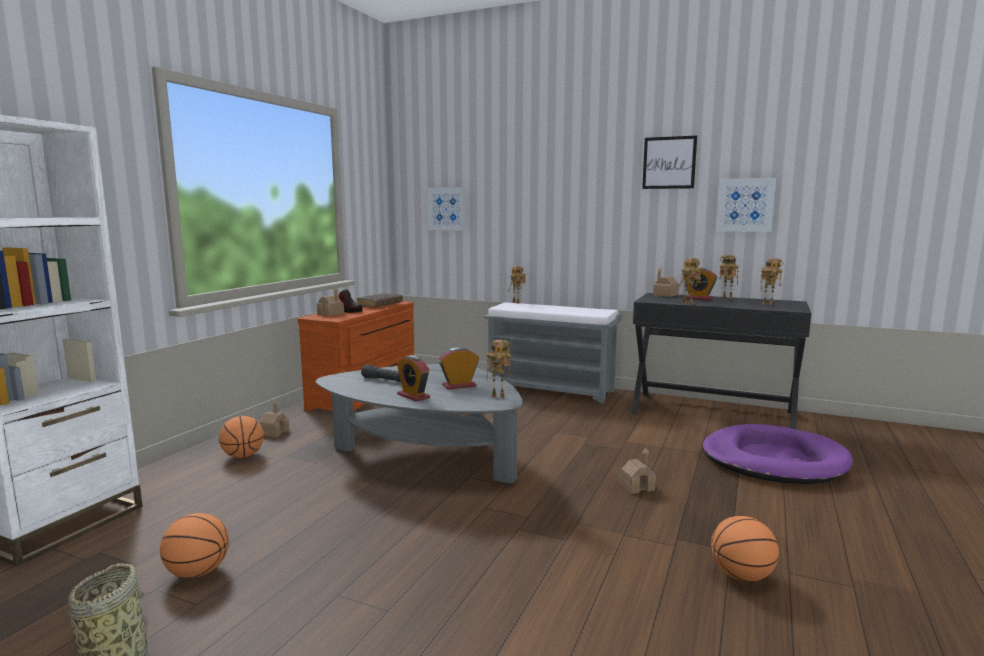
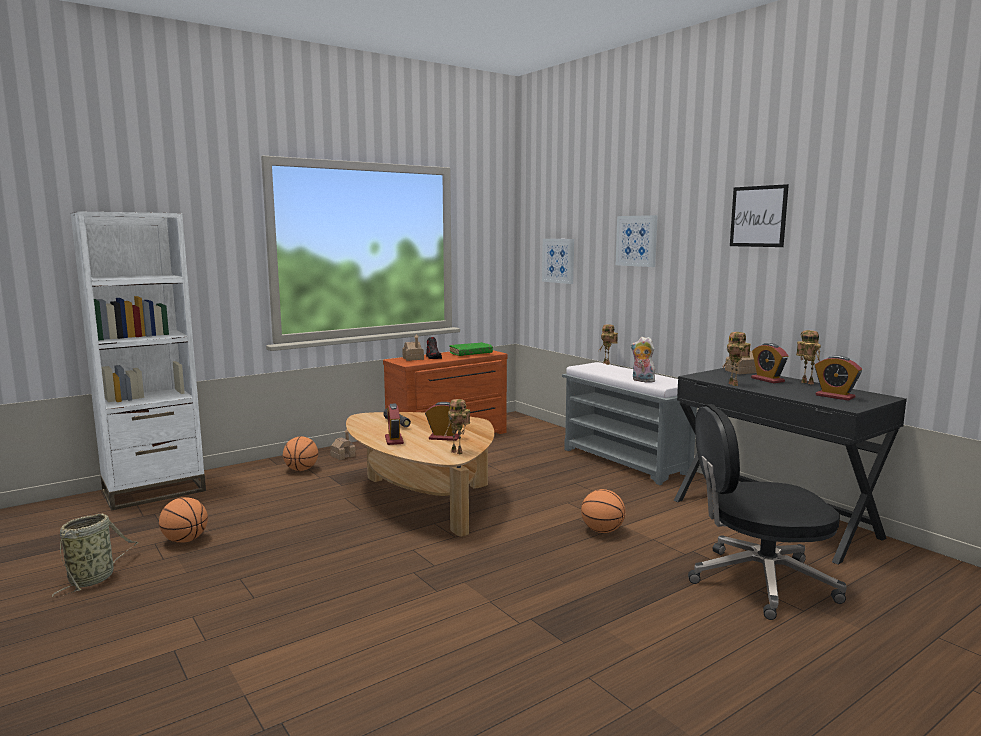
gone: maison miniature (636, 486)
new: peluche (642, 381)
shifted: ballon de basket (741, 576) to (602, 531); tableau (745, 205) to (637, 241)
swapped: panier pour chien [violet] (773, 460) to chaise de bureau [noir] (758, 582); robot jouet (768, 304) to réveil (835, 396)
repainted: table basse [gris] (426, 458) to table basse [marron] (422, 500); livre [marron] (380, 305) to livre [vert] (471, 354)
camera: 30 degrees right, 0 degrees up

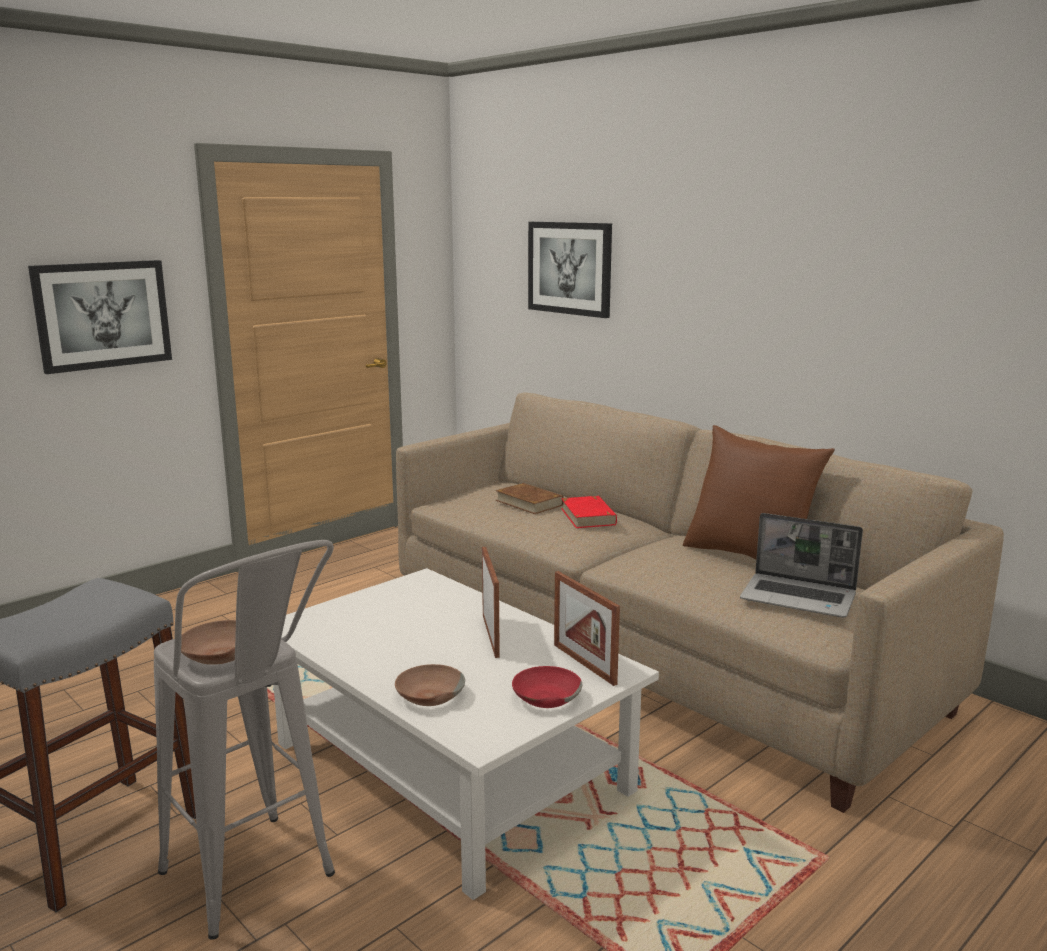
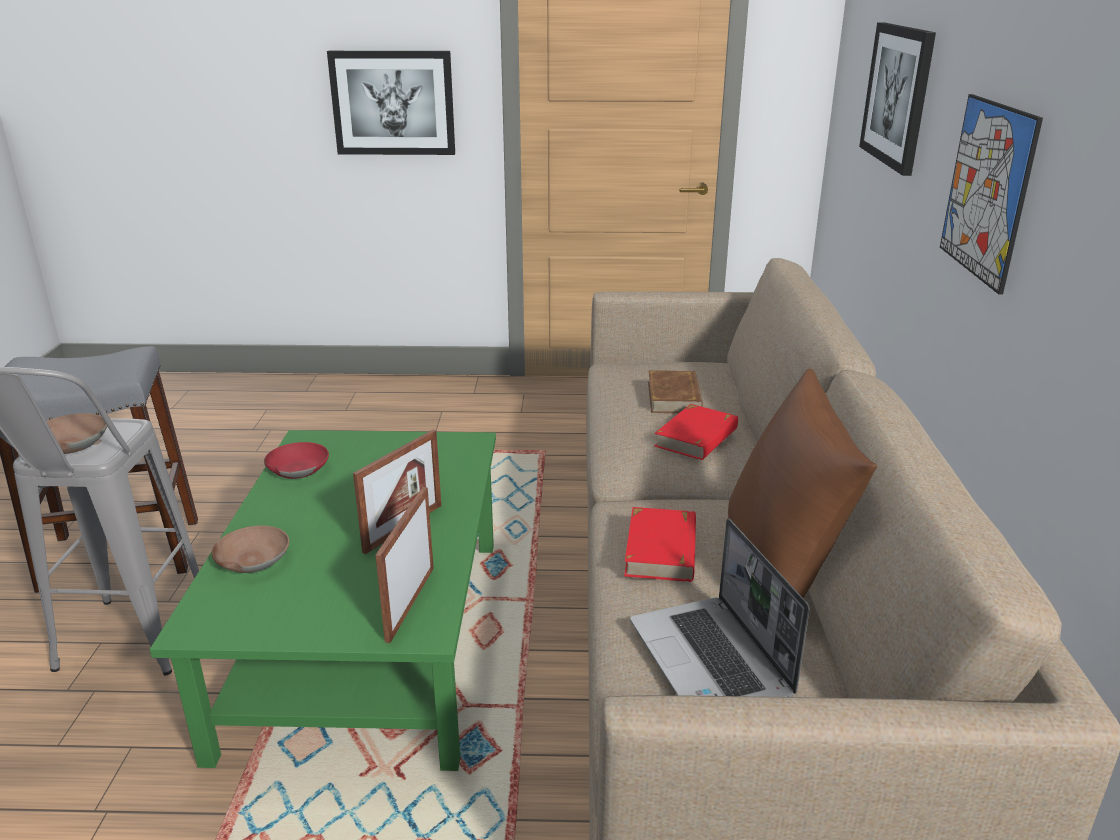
new: livre [rouge] (662, 550); tableau (987, 190)
shifted: bol [rouge] (545, 697) to (298, 469)
repainted: table basse [blanc] (451, 766) to table basse [vert] (370, 640)
camera: 45 degrees right, 10 degrees up

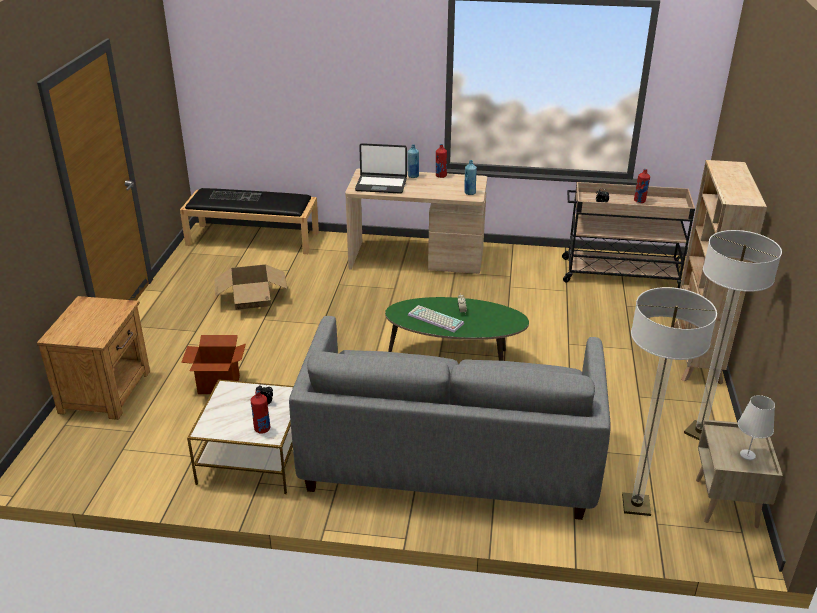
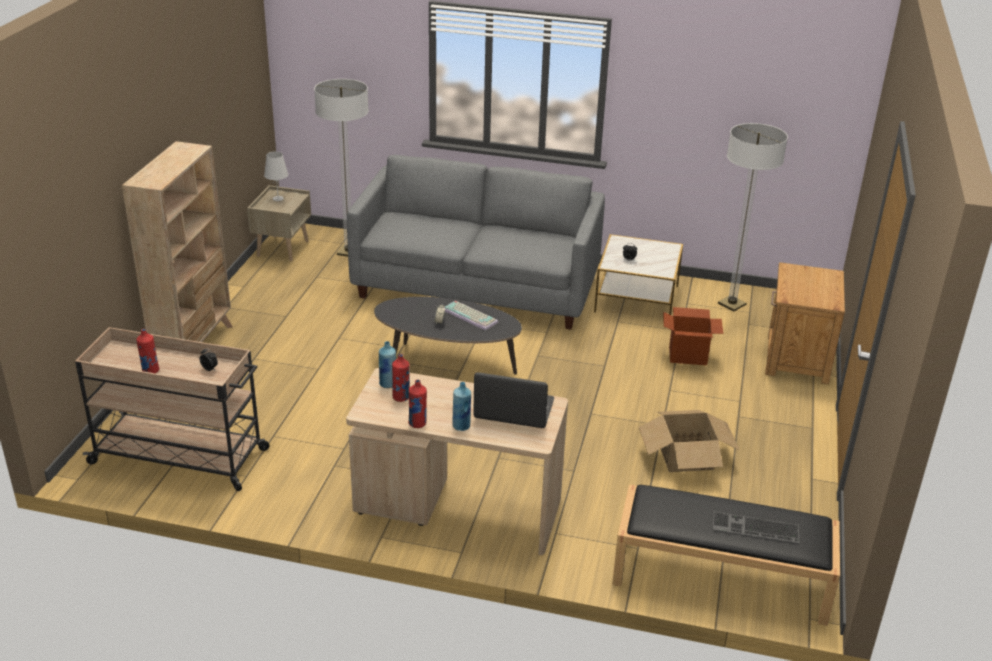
shifted: bouteille [rouge] (262, 429) to (401, 397); lampadaire (699, 433) to (731, 304)
repainted: table basse [vert] (454, 358) to table basse [noir] (447, 363)
camera: 175 degrees left, 0 degrees up

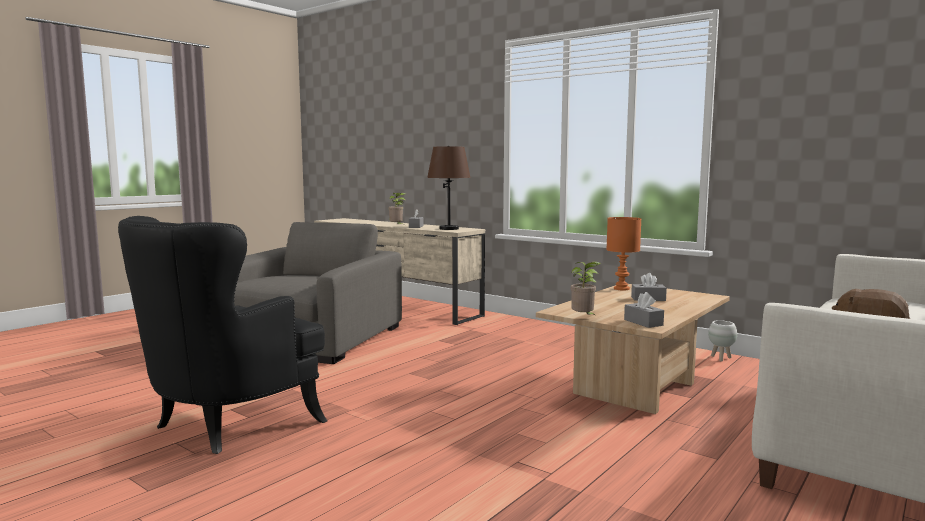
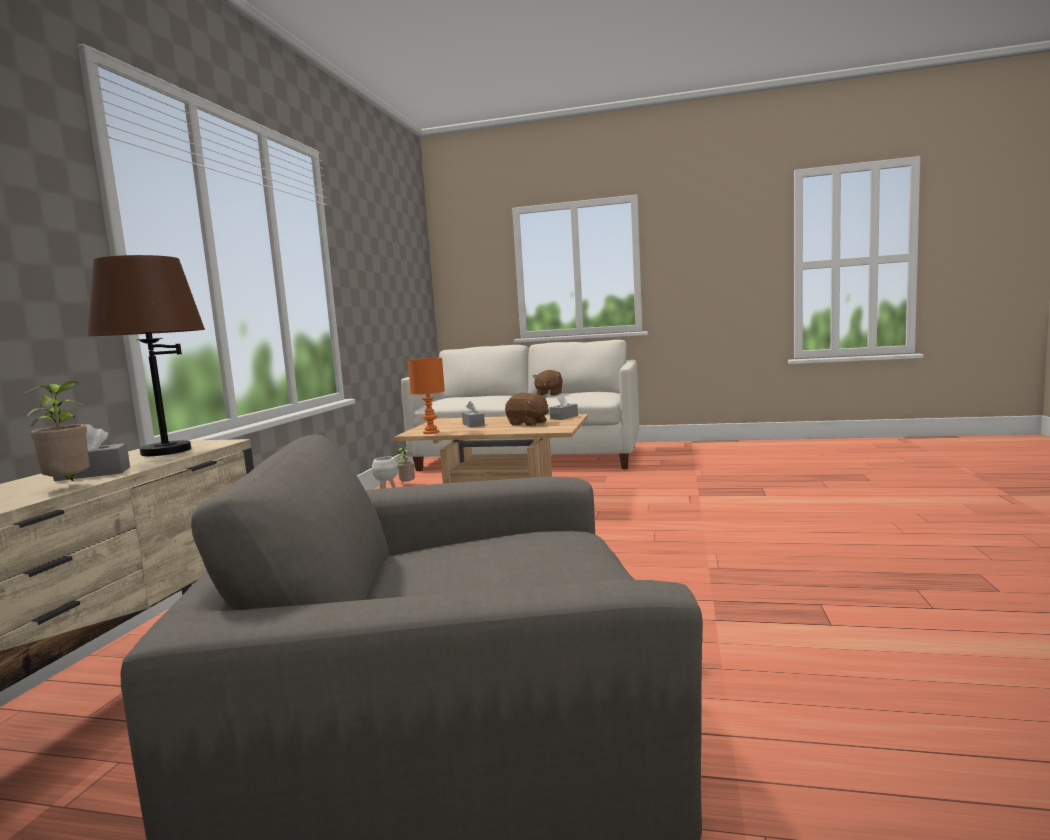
gone: fauteuil [noir] (226, 425)
new: peluche [marron] (528, 424)
shifted: plante en pot (584, 318) to (407, 485)
camera: 115 degrees left, 0 degrees up

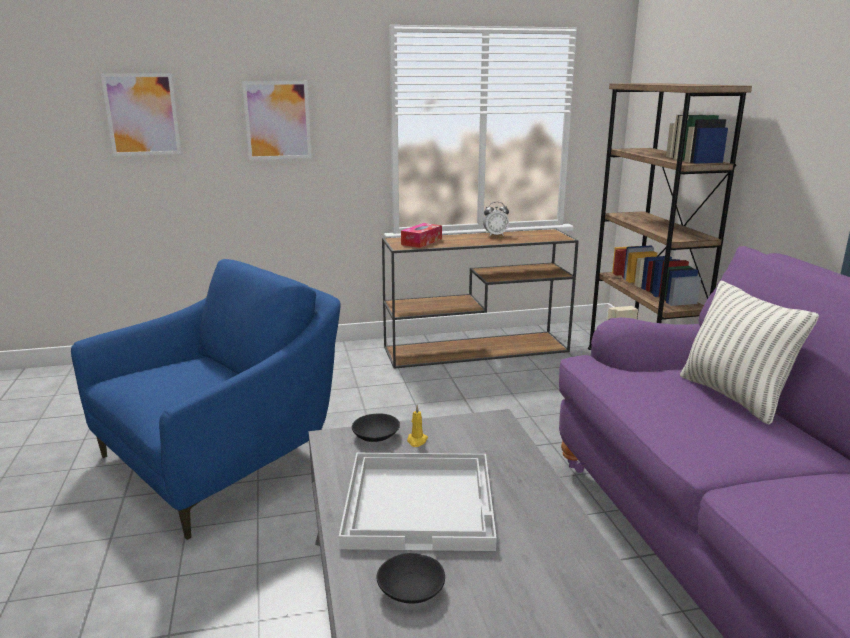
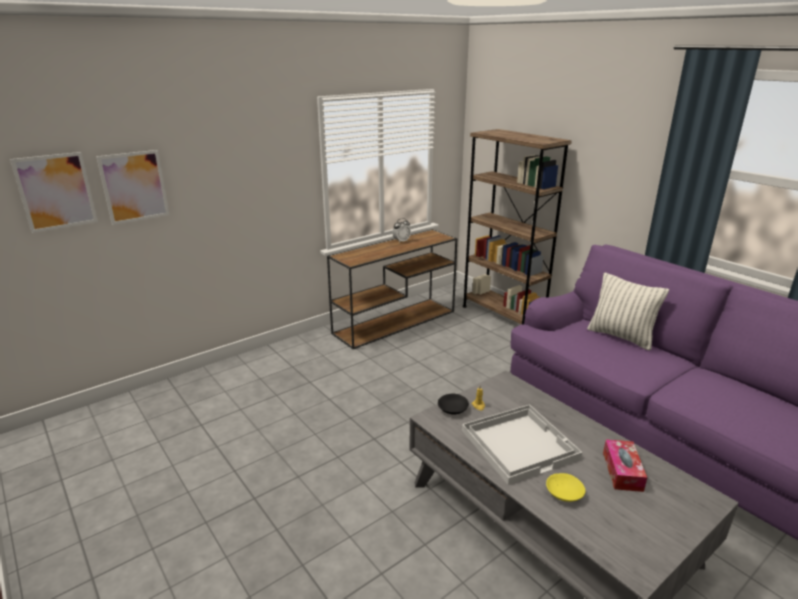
gone: fauteuil [bleu] (224, 459)
shifted: tableau (277, 120) to (56, 192); boîte à mouchoirs (421, 242) to (622, 471)
repainted: bol [noir] (412, 589) to bol [jaune] (564, 493)
camera: 25 degrees left, 5 degrees up

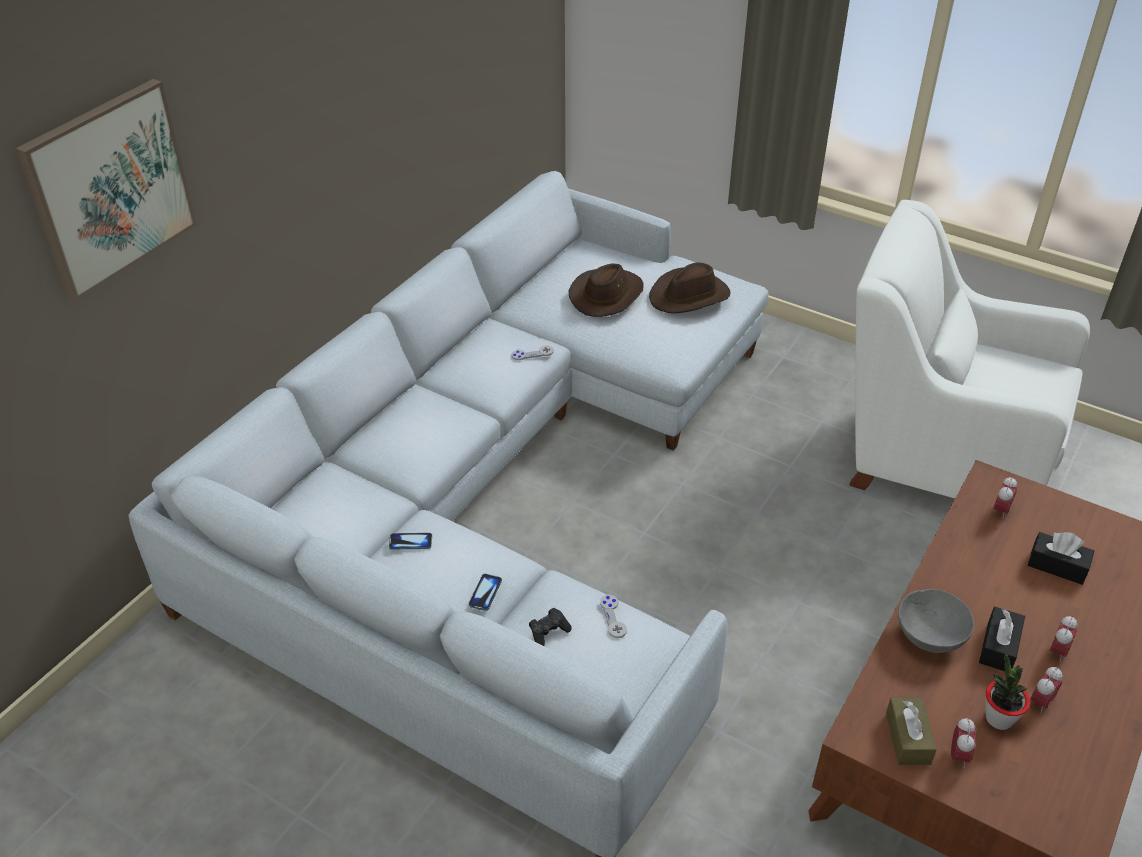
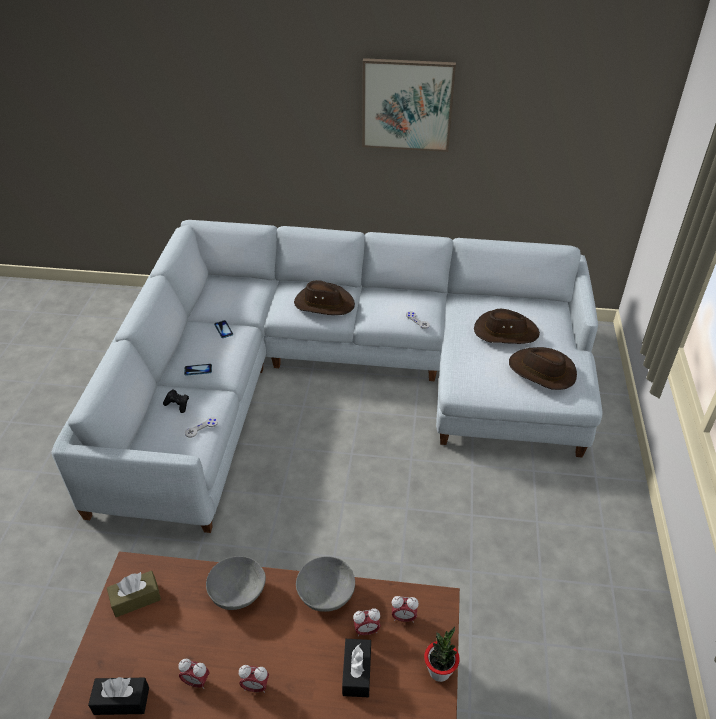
gone: fauteuil [blanc] (939, 456)
new: chapeau [marron] (324, 303); bol [gris] (326, 595)
shifted: tableau (109, 188) to (407, 105); réveil (958, 756) to (366, 630); boîte à mouchoirs [noir] (999, 647) to (121, 701); plante en pot (998, 718) to (439, 671)
camera: 65 degrees right, 0 degrees up

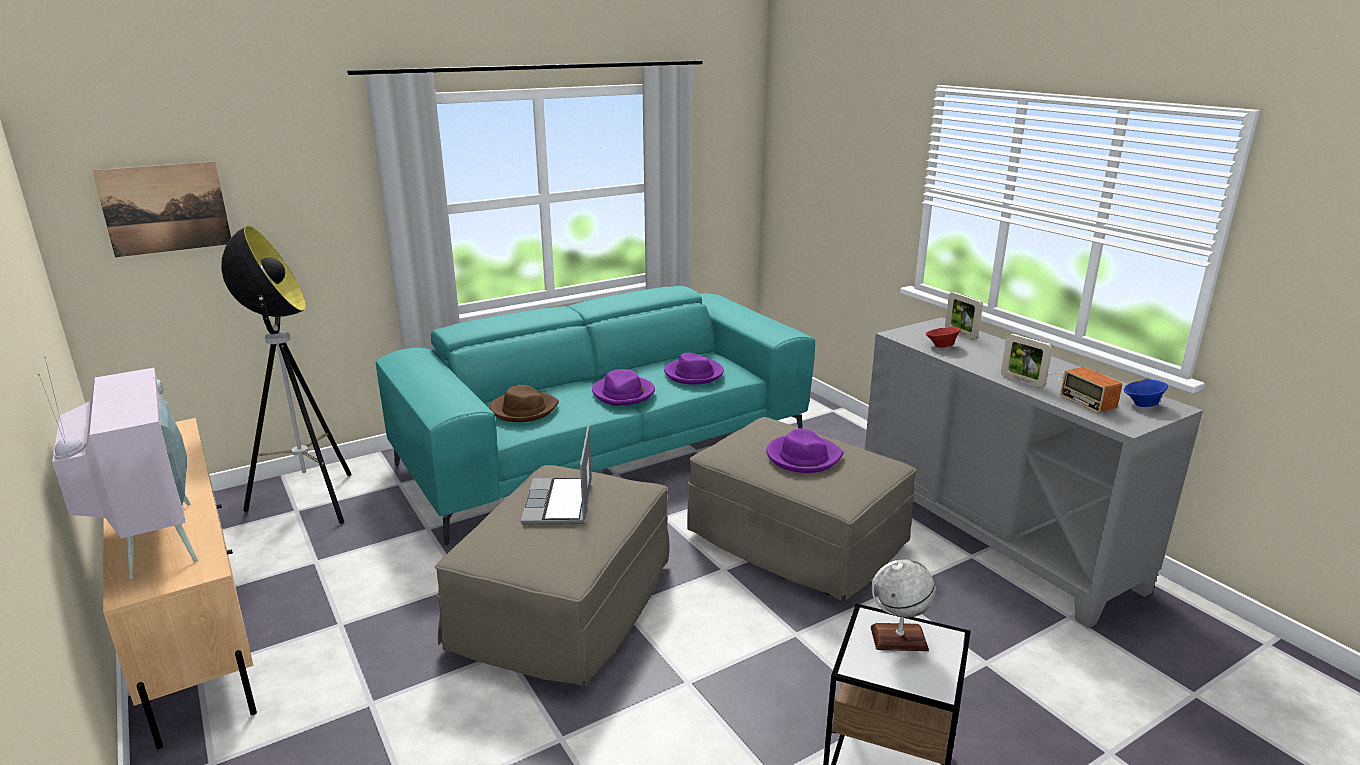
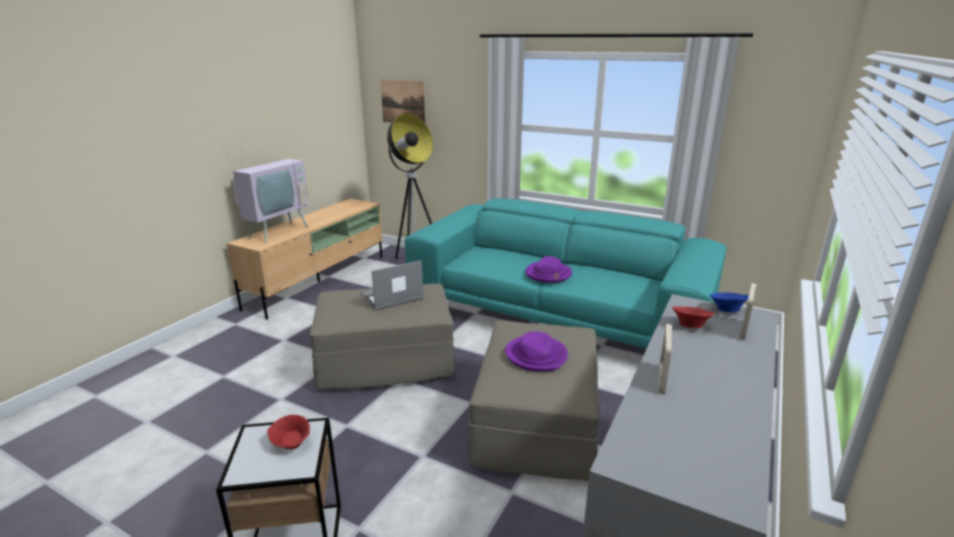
gone: chapeau [marron] (523, 409); chapeau [violet] (693, 374); radio (1079, 391)
shifted: bol [bleu] (1142, 404) to (726, 310)
swapped: globe (898, 638) to bol [rouge] (292, 444)
camera: 60 degrees right, 0 degrees up

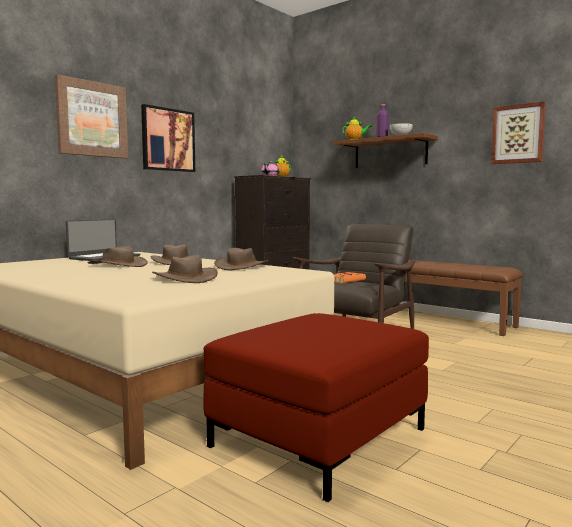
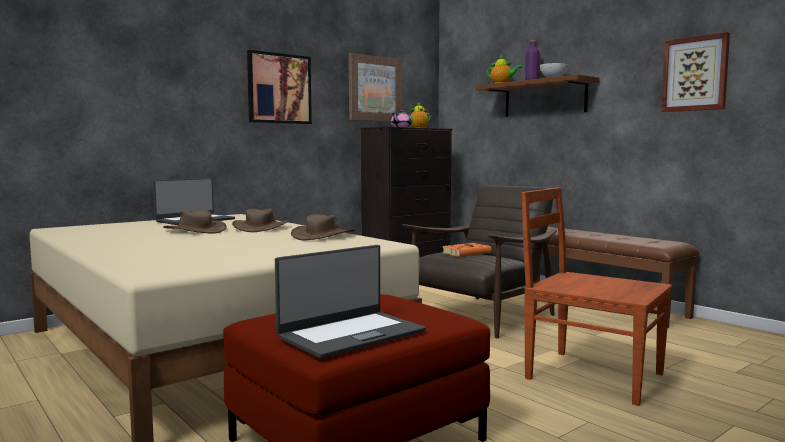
gone: chapeau [marron] (185, 278)
new: ordinateur portable (350, 334); chaise [marron] (590, 375)
shifted: tableau (92, 119) to (374, 89)
camera: 10 degrees right, 0 degrees up

